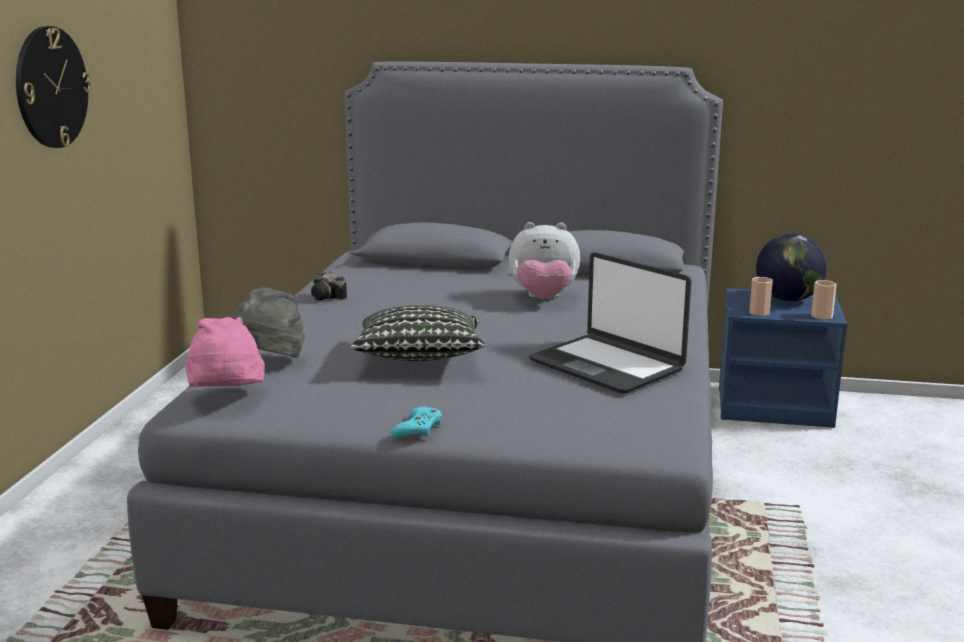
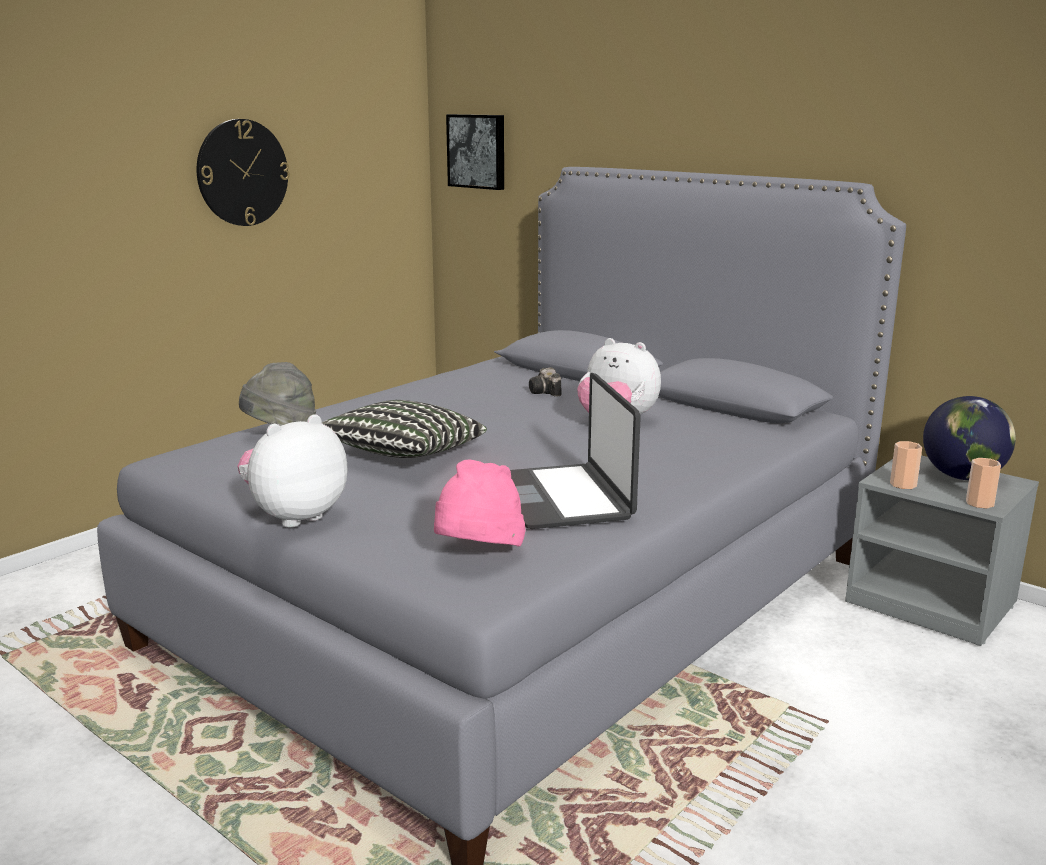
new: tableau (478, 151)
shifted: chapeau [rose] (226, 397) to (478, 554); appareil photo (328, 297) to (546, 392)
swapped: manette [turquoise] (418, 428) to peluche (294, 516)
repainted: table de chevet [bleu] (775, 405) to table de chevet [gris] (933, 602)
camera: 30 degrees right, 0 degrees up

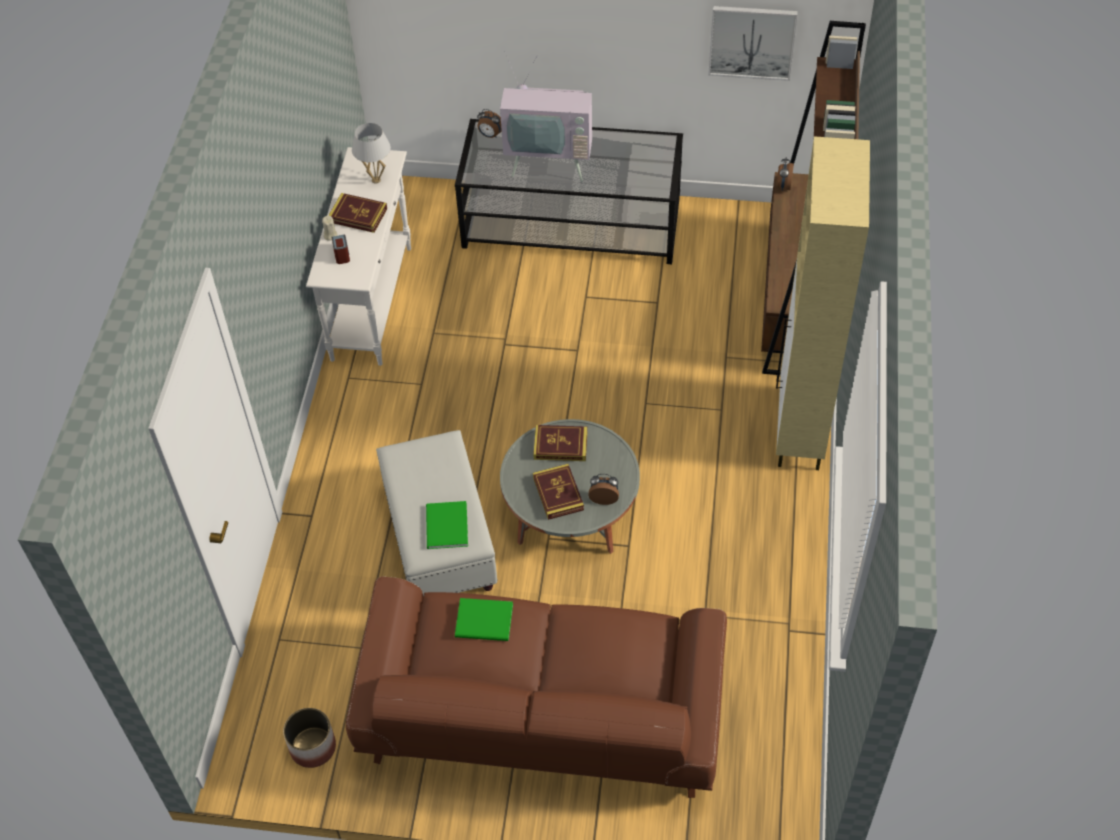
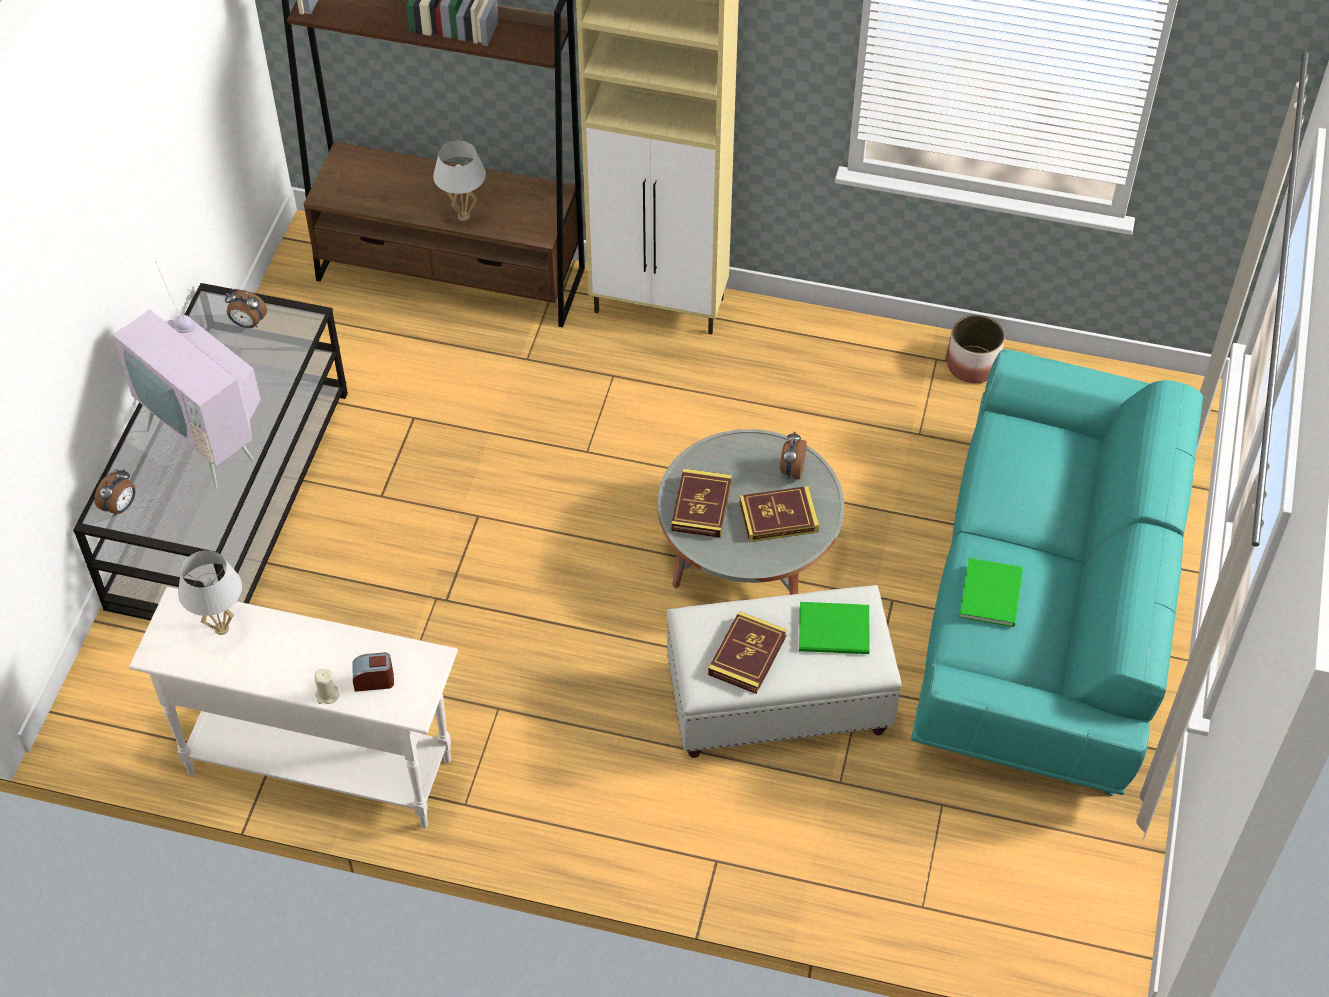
gone: tableau (752, 41)
new: lampe de table [blanc] (463, 216)
shifted: cache-pot (312, 747) to (973, 365); livre (358, 215) to (747, 655); réveil (783, 185) to (248, 324)
repainted: canapé [marron] (541, 713) to canapé [turquoise] (1047, 610)
rotated: téléviseur (550, 163) = (208, 439) 120 degrees clockwise
camera: 85 degrees left, 0 degrees up

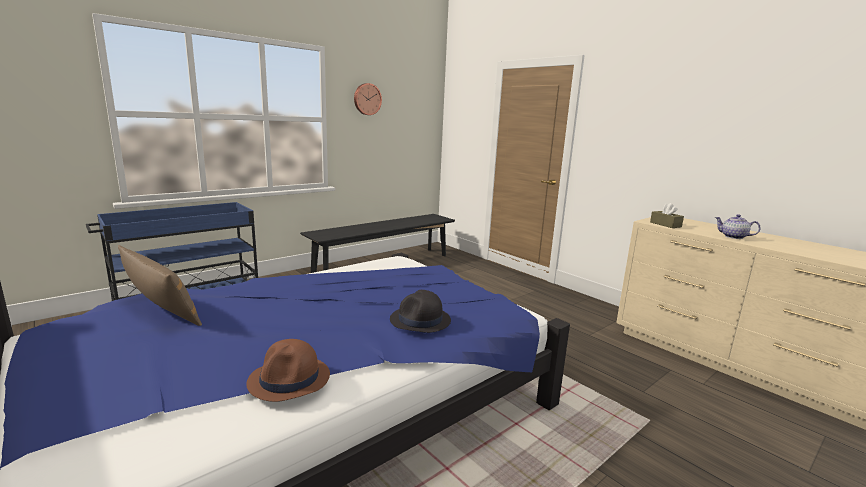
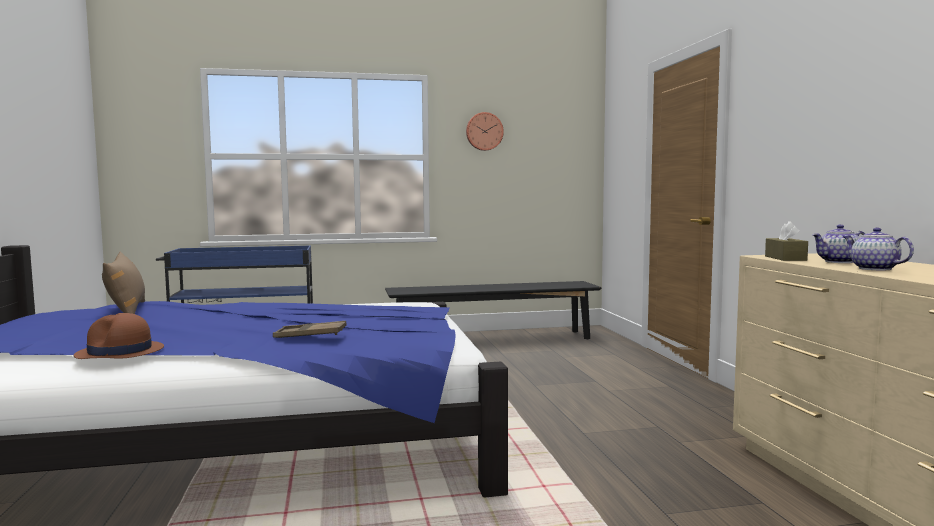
new: théière (839, 262)
swapped: chapeau [noir] (420, 320) to plateau [marron] (310, 335)
camera: 30 degrees right, 10 degrees down

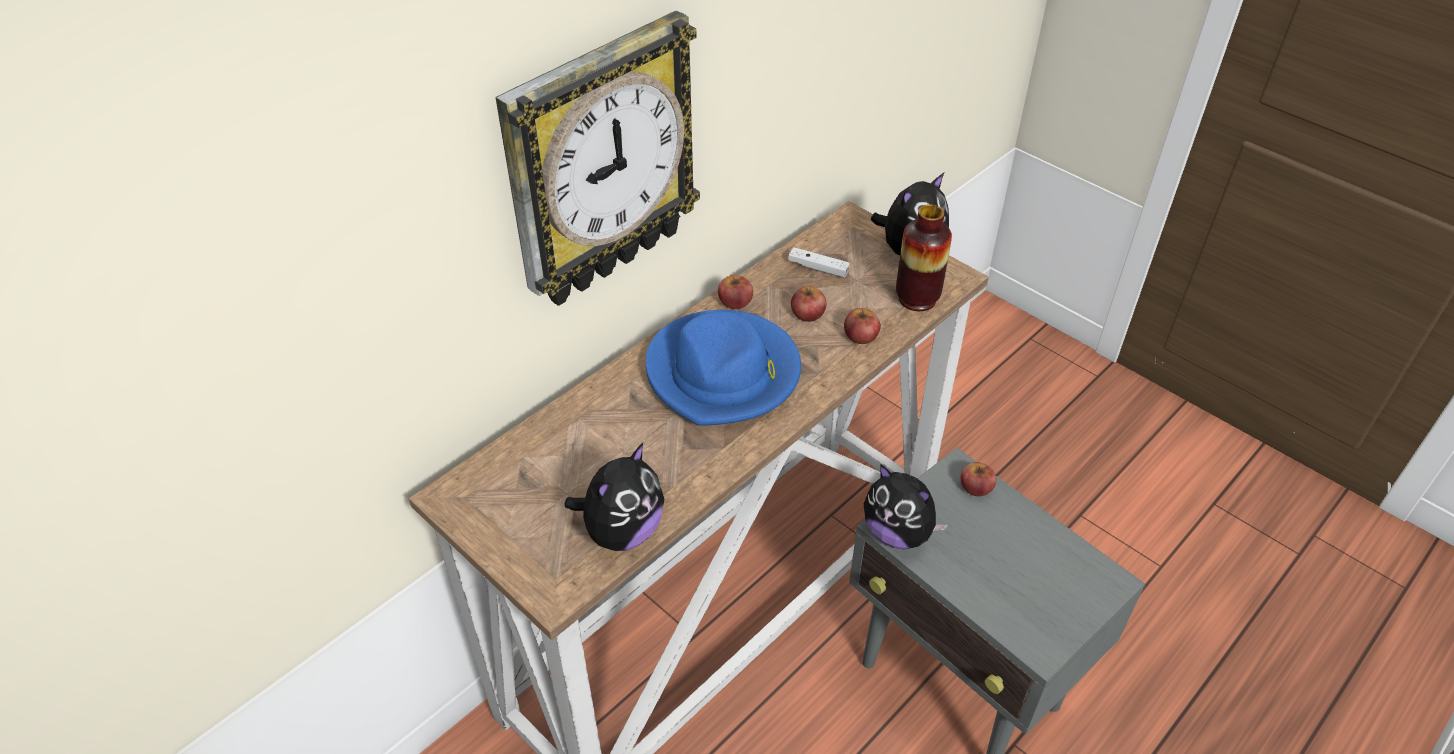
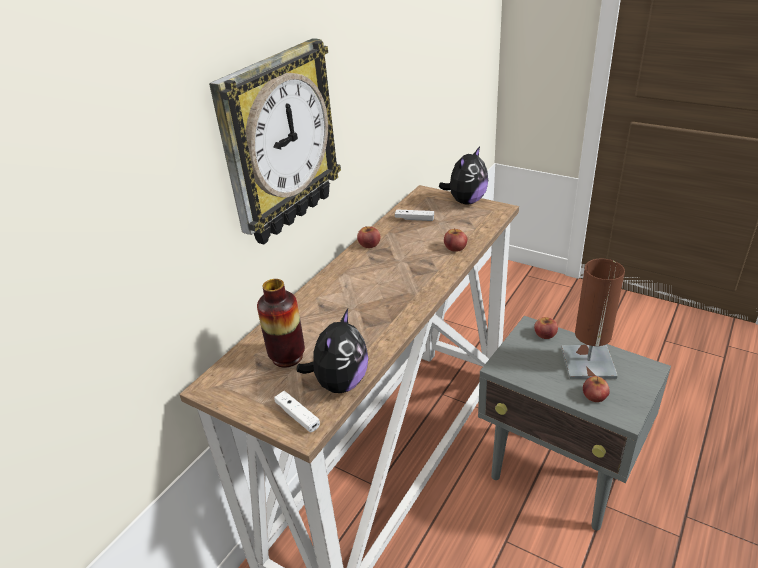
gone: chapeau [bleu] (724, 373); peluche (898, 533)
new: manette [blanc] (297, 416); lampe de table [marron] (588, 362)
shifted: pomme (807, 313) to (594, 395); vase (917, 299) to (287, 357)
camera: 10 degrees left, 10 degrees down

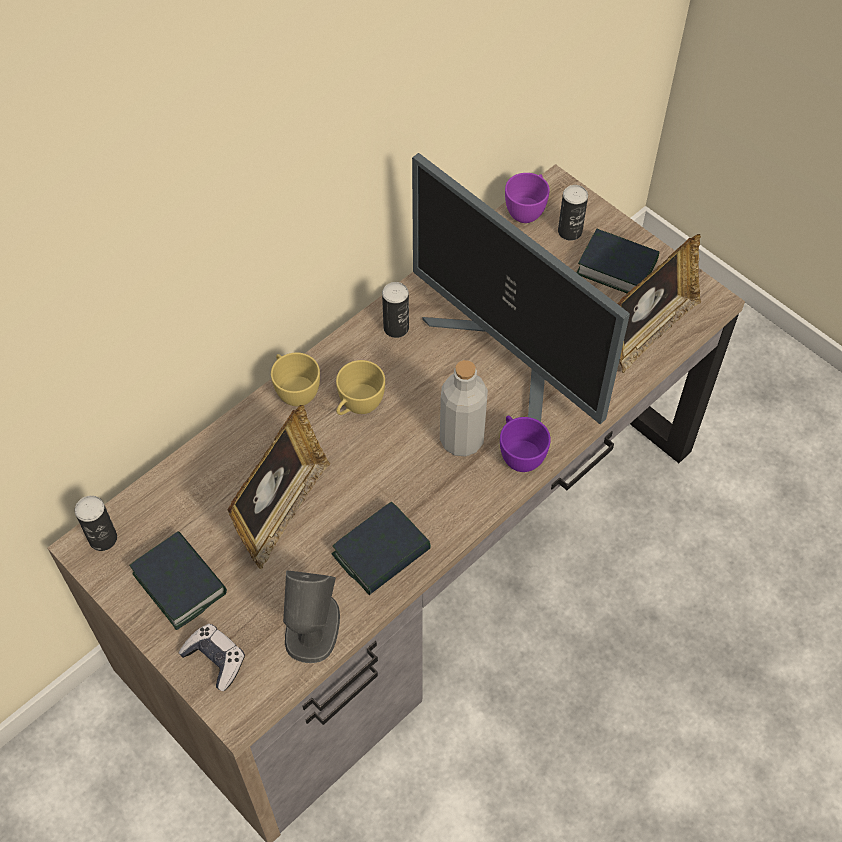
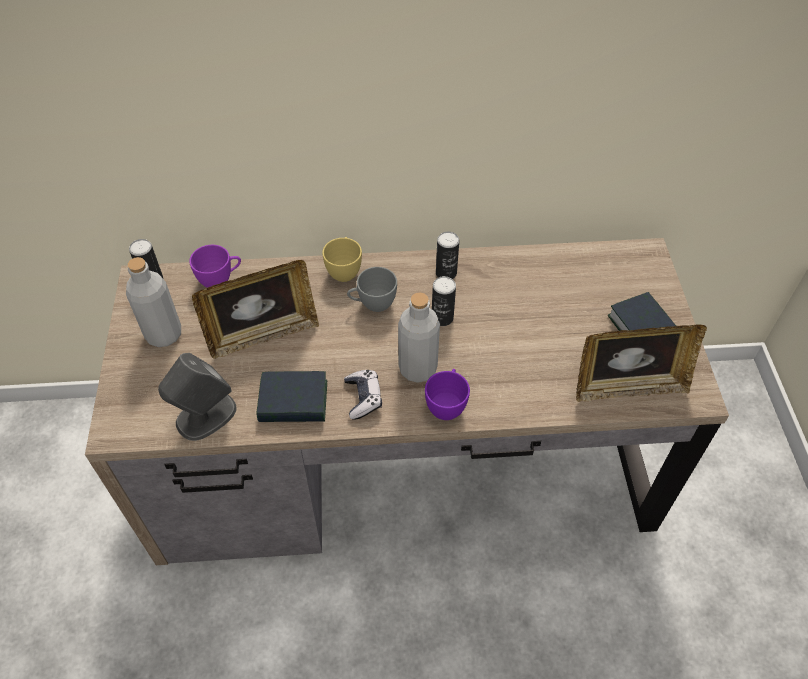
gone: écran d'ordinateur (510, 358)
shifted: manette (215, 659) to (363, 398); tasse [violet] (527, 210) to (220, 279); boîte métallique (570, 231) to (442, 318)
swapped: livre (180, 583) to bouteille [gris] (164, 334)
repainted: tasse [jaune] (358, 406) to tasse [gris] (372, 304)
camera: 40 degrees right, 5 degrees down

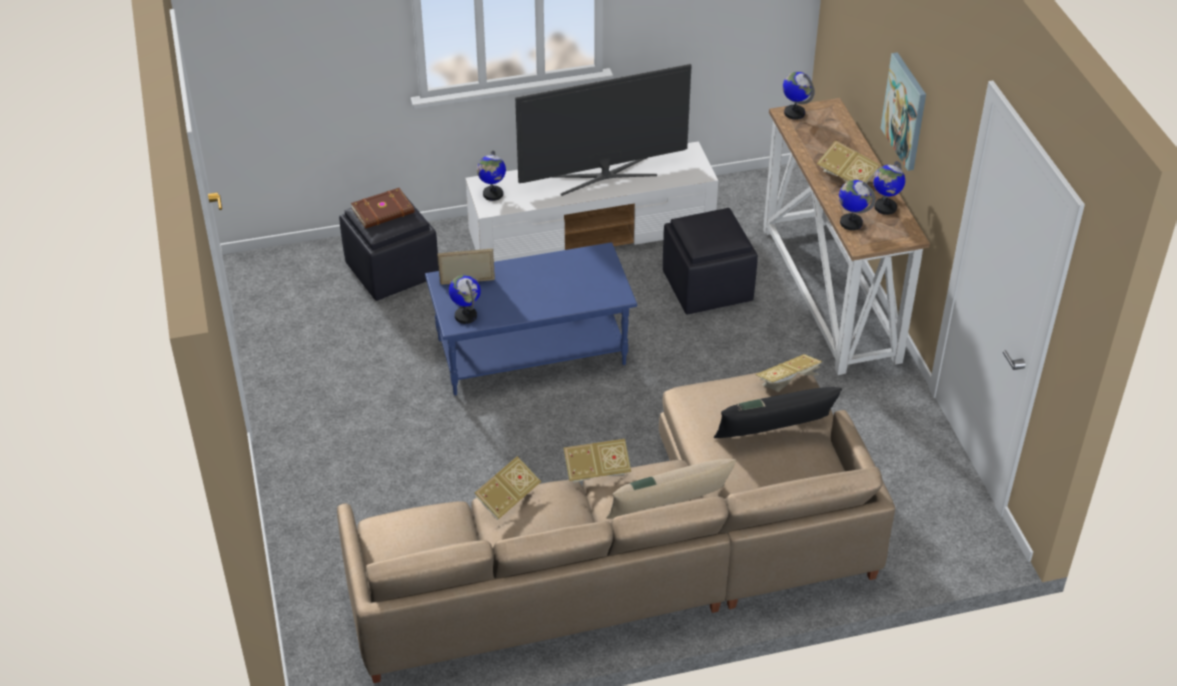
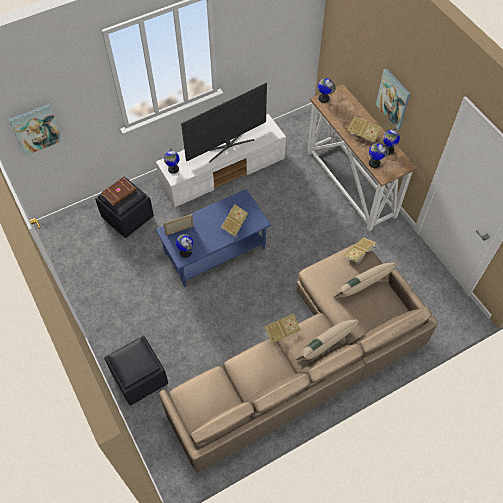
new: tableau (36, 129)
shifted: livre (507, 499) to (234, 224); pouf [noir] (706, 286) to (139, 377)
repainted: coussin [noir] (774, 434) to coussin [beige] (362, 288)
camera: 15 degrees left, 15 degrees up

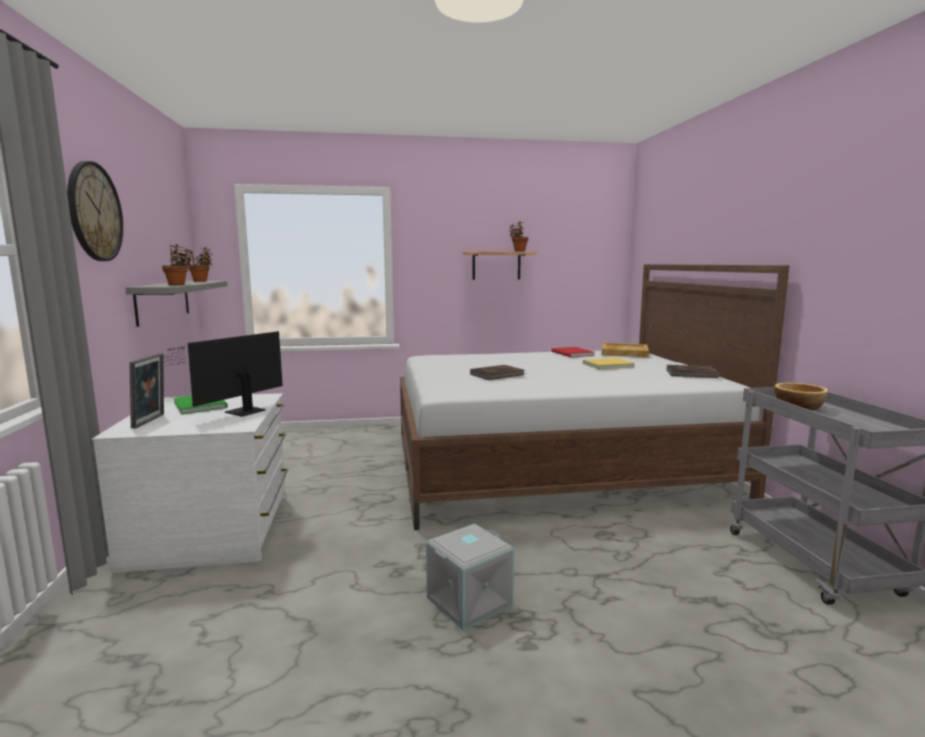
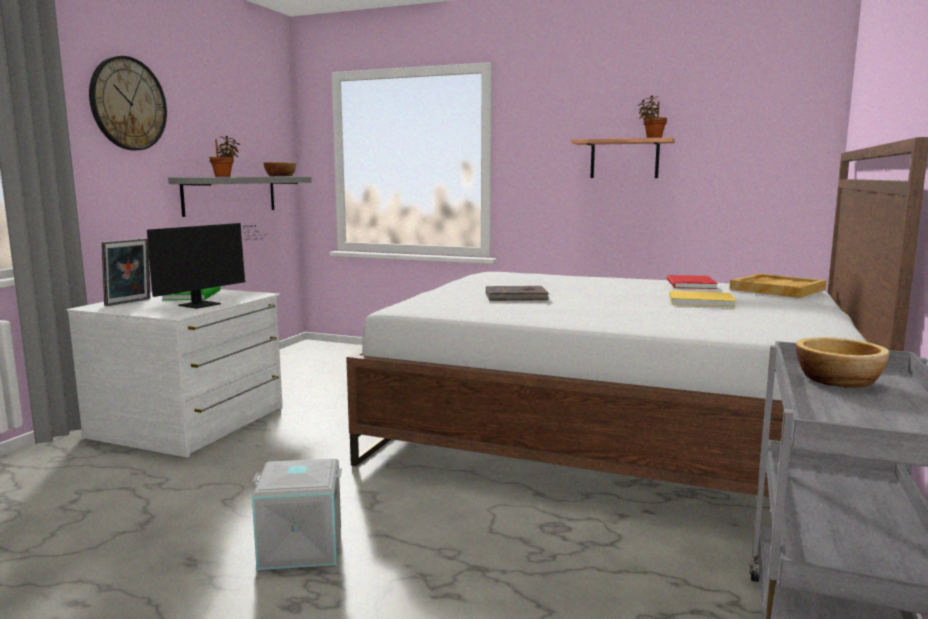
gone: livre [marron] (692, 374)
swapped: plante en pot (202, 281) to bol (280, 176)
rotated: écran d'ordinateur (240, 412) = (205, 304) 150 degrees clockwise
camera: 30 degrees right, 0 degrees up

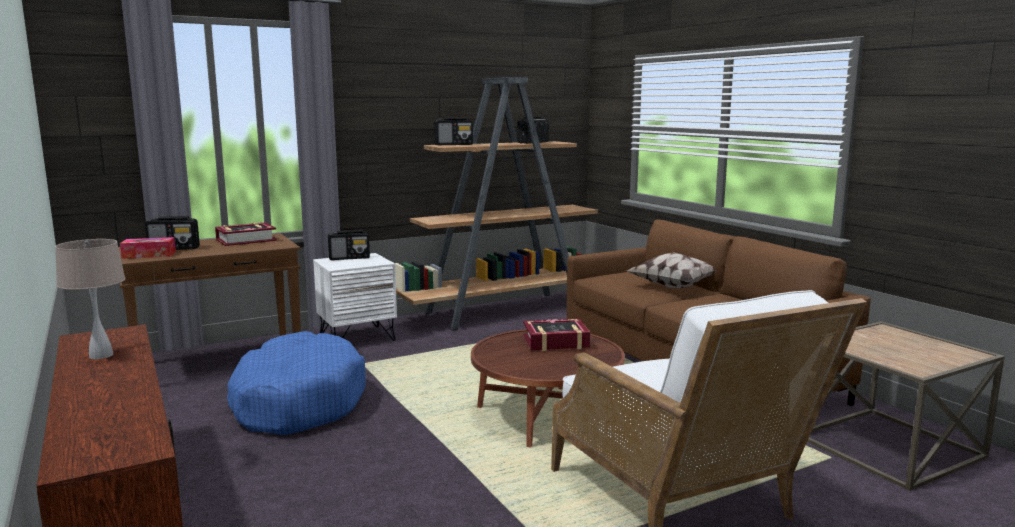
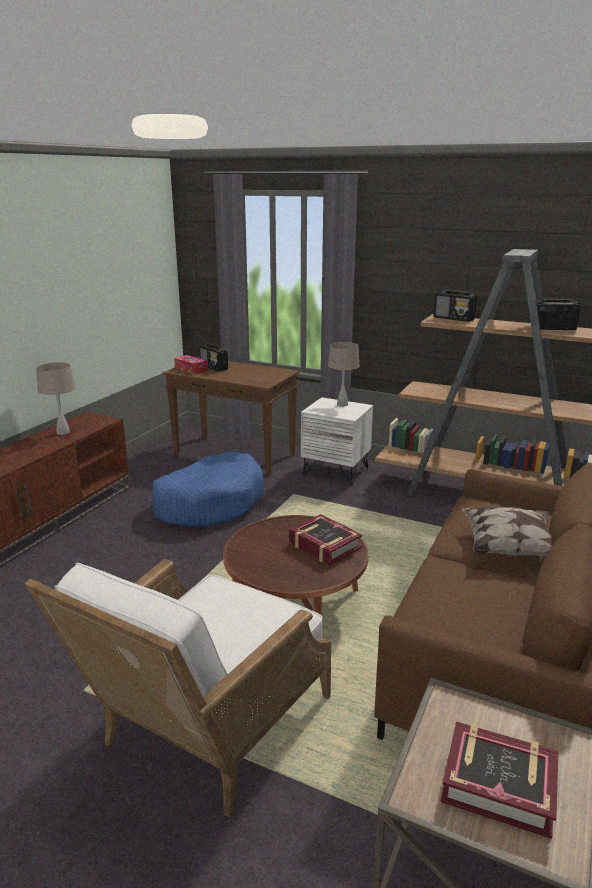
shifted: livre (246, 240) to (498, 784)
swapped: radio (349, 258) to lampe de table [beige] (342, 404)
camera: 55 degrees right, 10 degrees up

